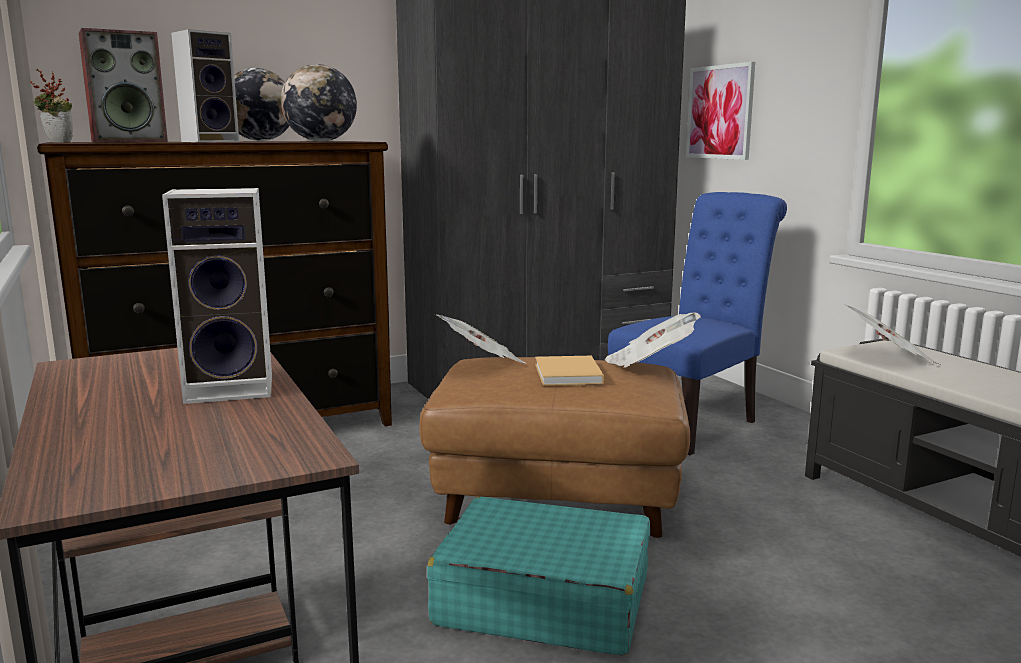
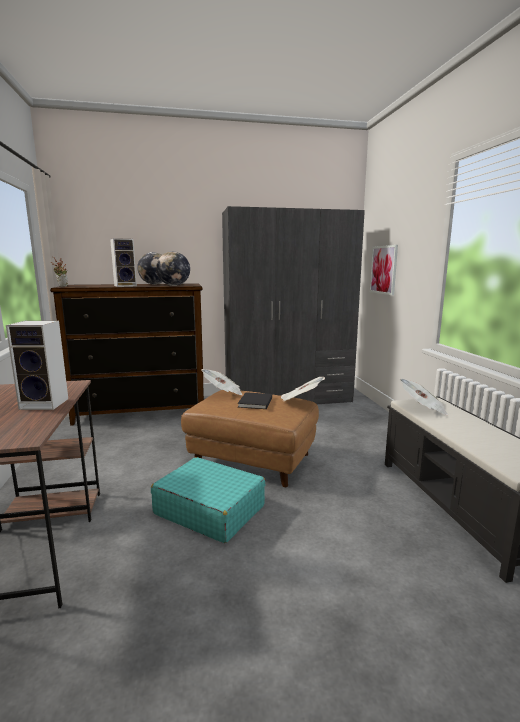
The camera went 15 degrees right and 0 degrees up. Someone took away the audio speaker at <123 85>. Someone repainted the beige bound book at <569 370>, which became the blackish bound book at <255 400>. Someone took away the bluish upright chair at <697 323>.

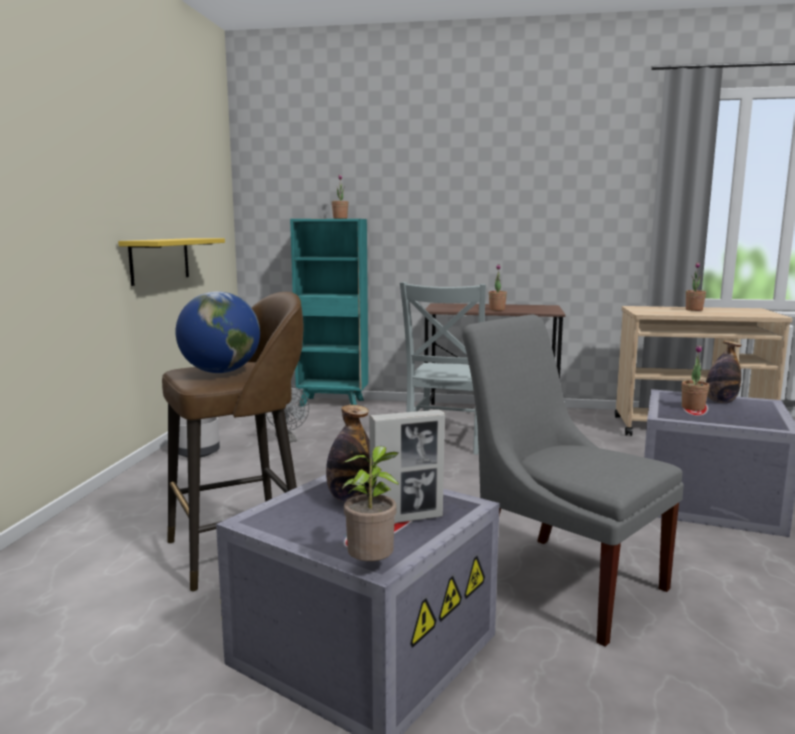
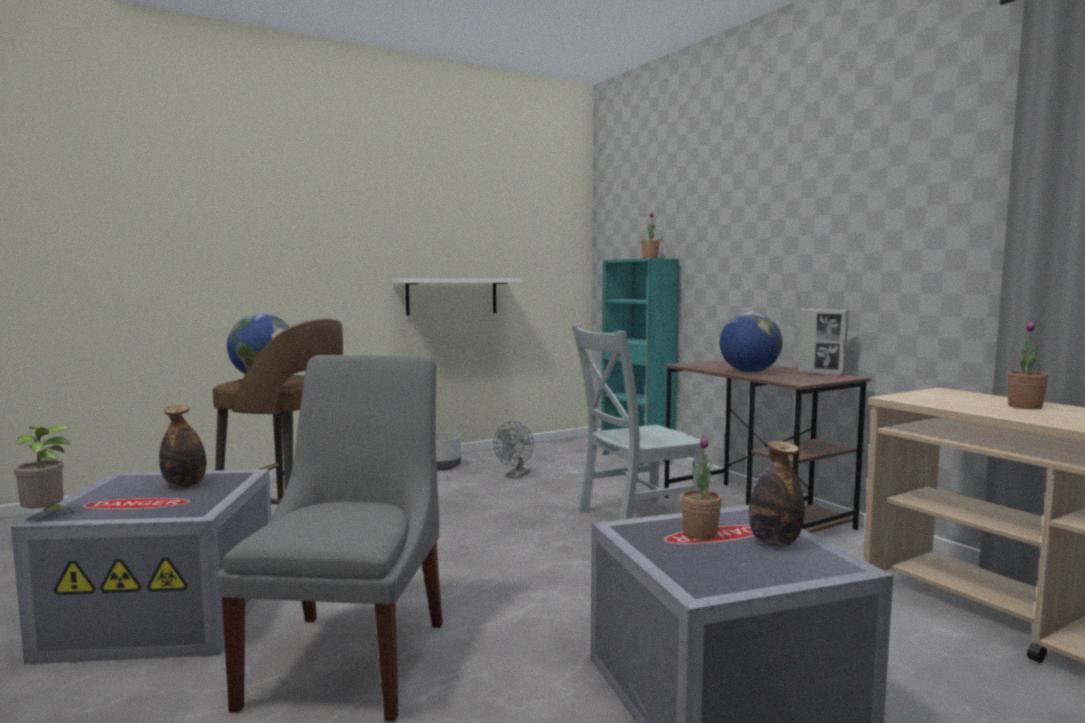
The camera went 50 degrees right and 5 degrees down. Someone repainted the yellow bracket shelf at <171 262>, which became the white bracket shelf at <457 297>. Someone carried the standing frame from <407 466> to <823 342>. Someone swapped the potted plant at <498 287> for the desk globe at <751 342>.

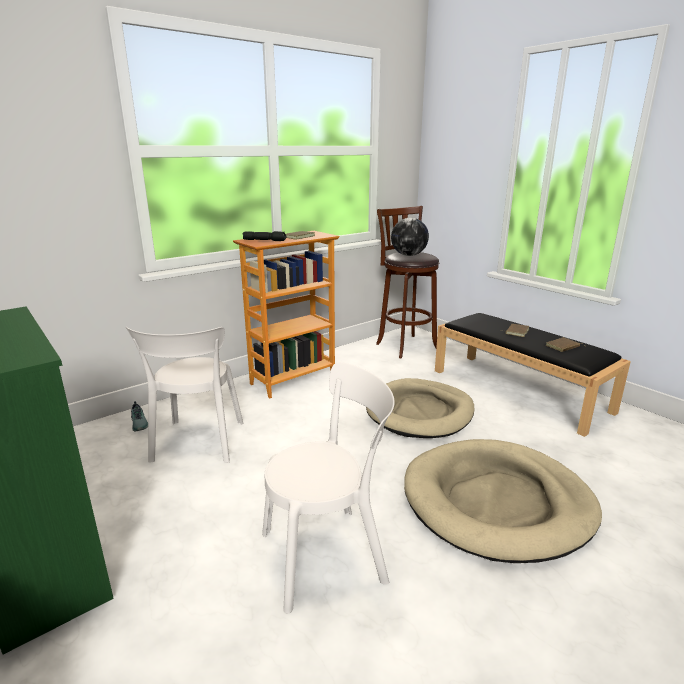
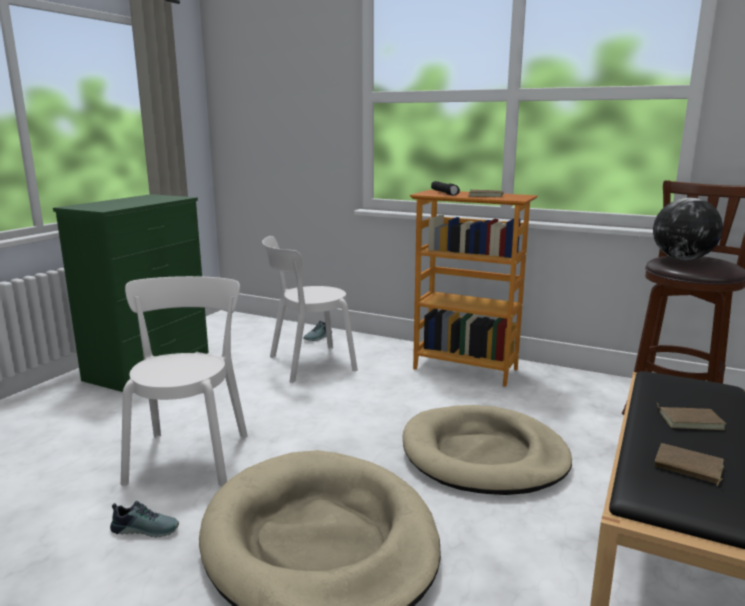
The camera went 65 degrees right and 5 degrees down. Someone rotated the white upright chair at <328 488> by 135 degrees counterclockwise. Someone put down the shoe at <144 519>.

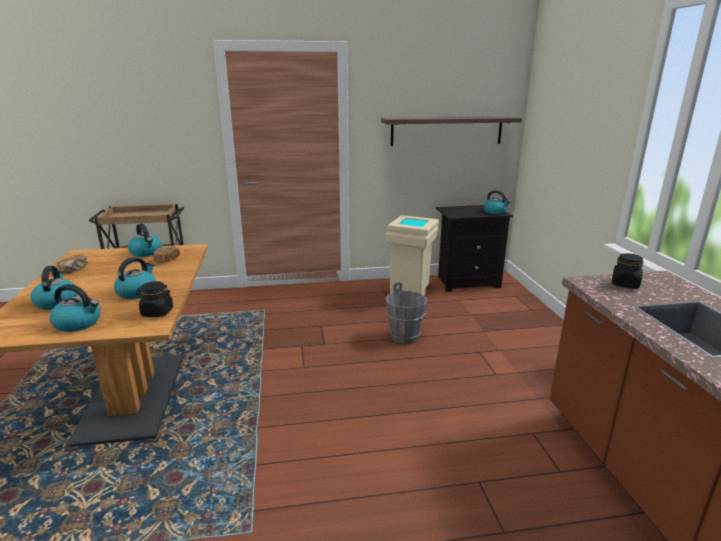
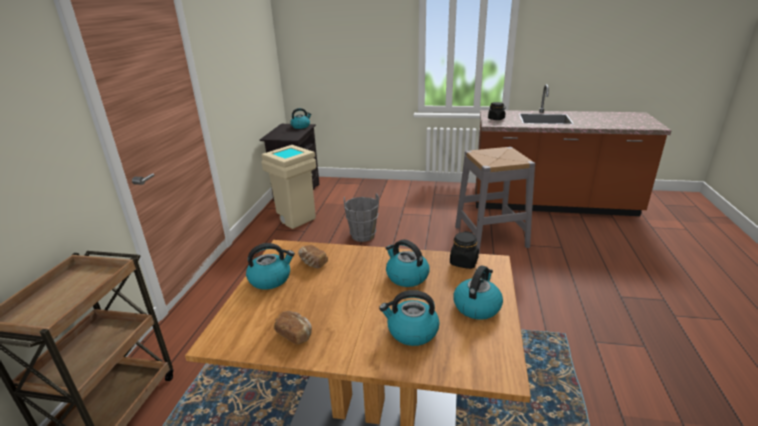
The camera went 70 degrees left and 5 degrees up. Someone took away the bracket shelf at <451 131>. Someone put down the gray stool at <495 199>.

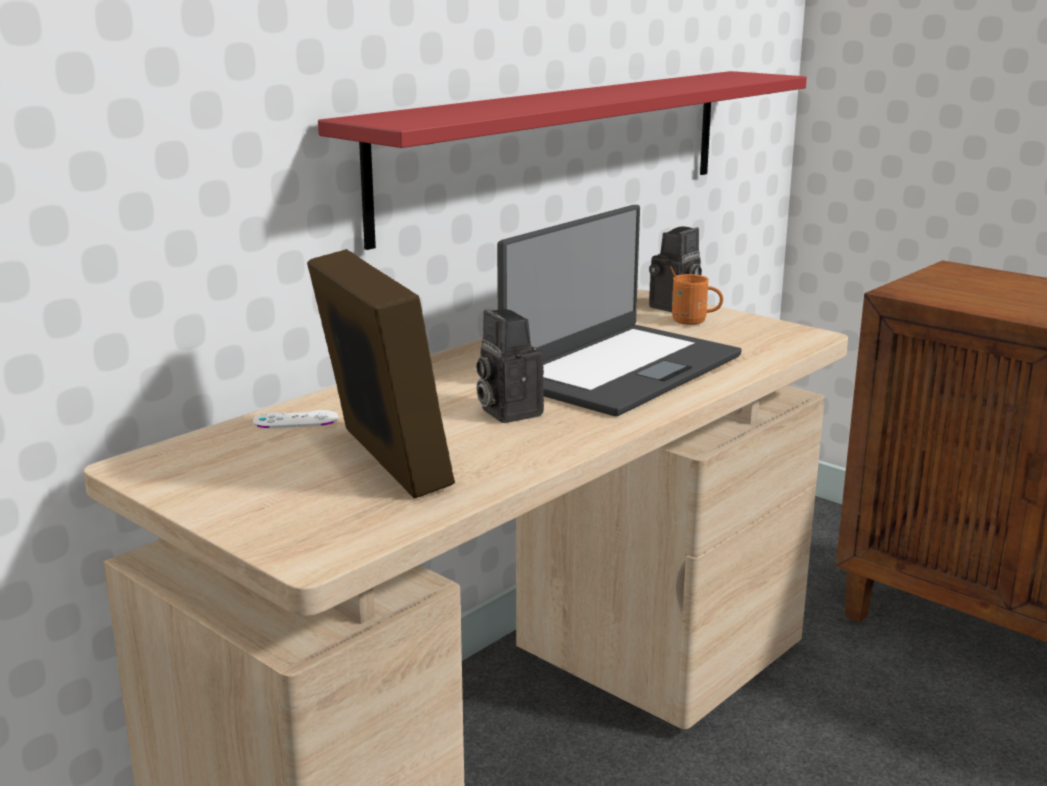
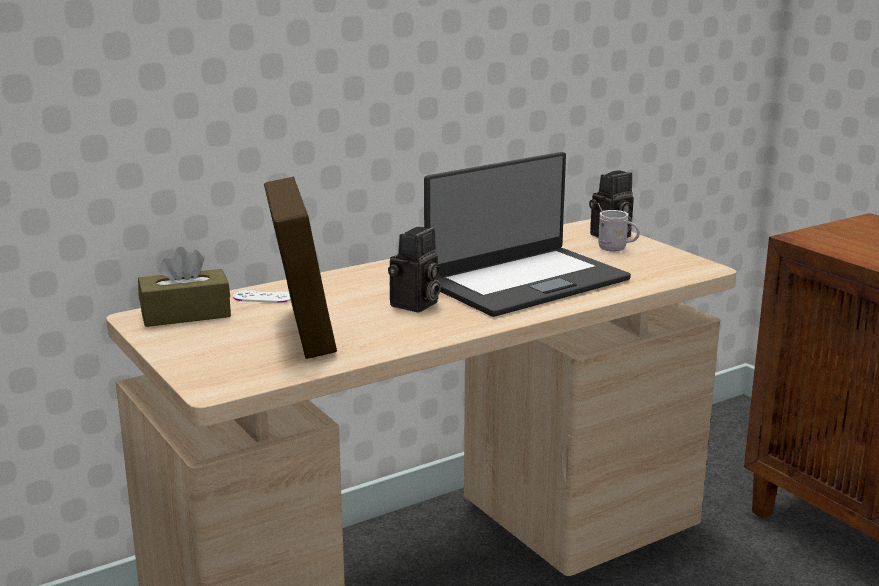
The camera went 15 degrees right and 0 degrees up. Someone took away the red bracket shelf at <562 160>. Someone rotated the photo camera at <510 366> by 135 degrees counterclockwise. Someone repainted the orange-coloured mug at <696 295>, which became the white mug at <619 227>. Someone put down the brown-coloured tissue box at <184 287>.

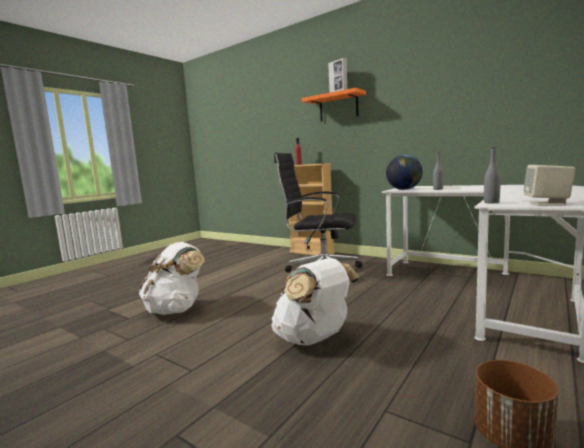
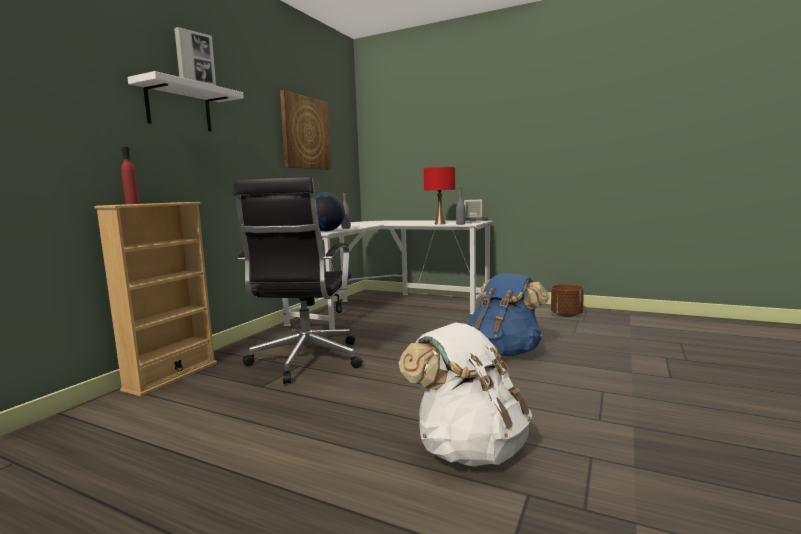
The camera went 100 degrees left and 0 degrees up. Someone repainted the white knapsack at <315 302>, which became the bluish knapsack at <508 314>. Someone repainted the orange-coloured bracket shelf at <334 105>, which became the white bracket shelf at <185 101>. Someone put up the wall picture at <305 130>. Someone put down the red tabletop lamp at <439 195>.

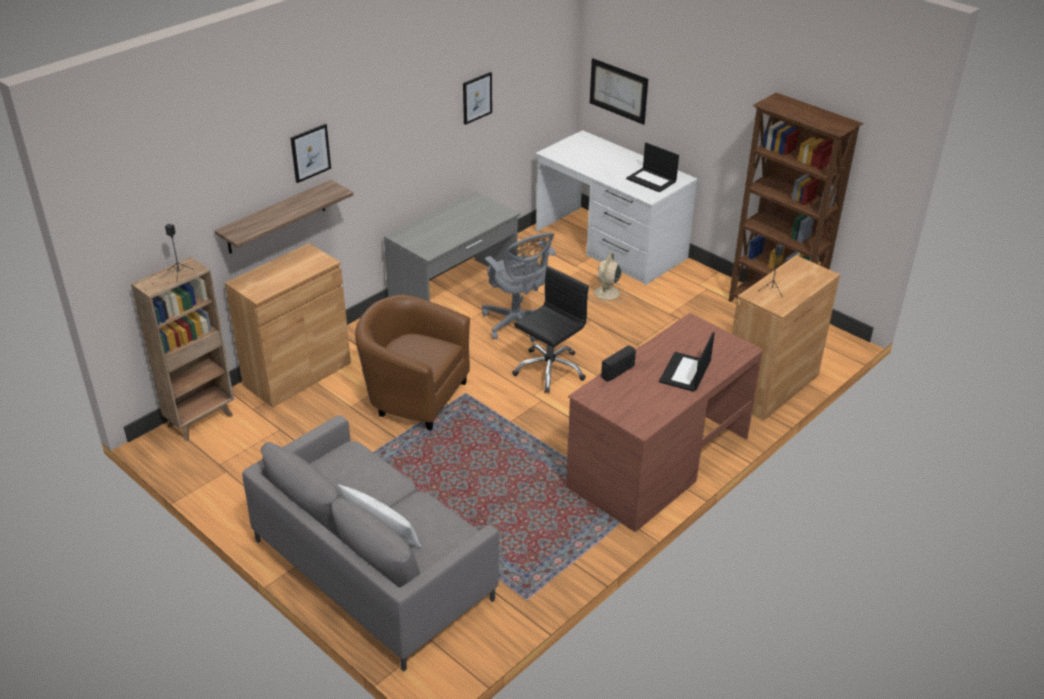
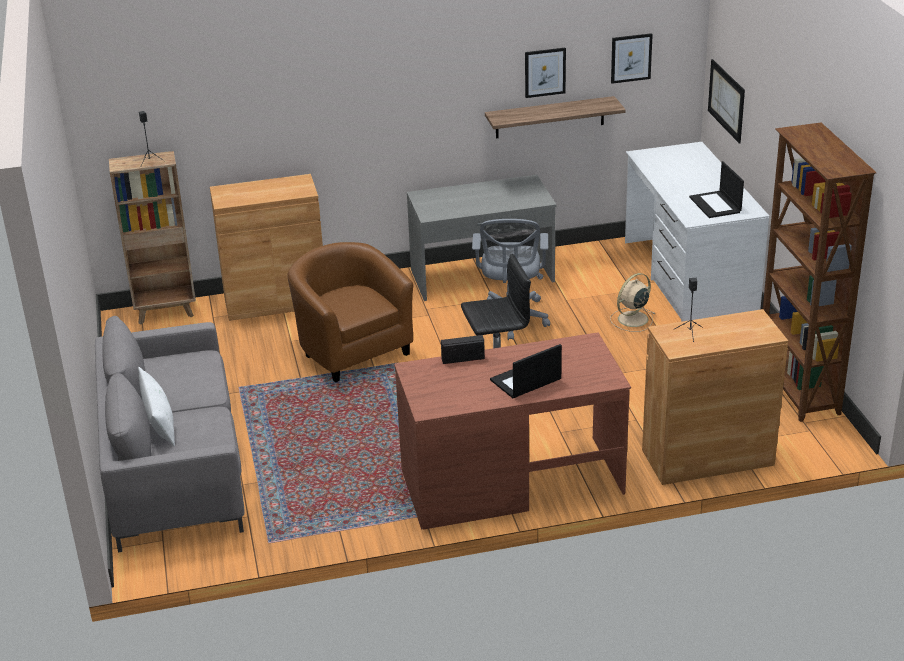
The camera went 35 degrees right and 5 degrees down. Someone carried the bracket shelf from <284 217> to <555 117>. Someone carried the wall picture from <310 153> to <632 58>.

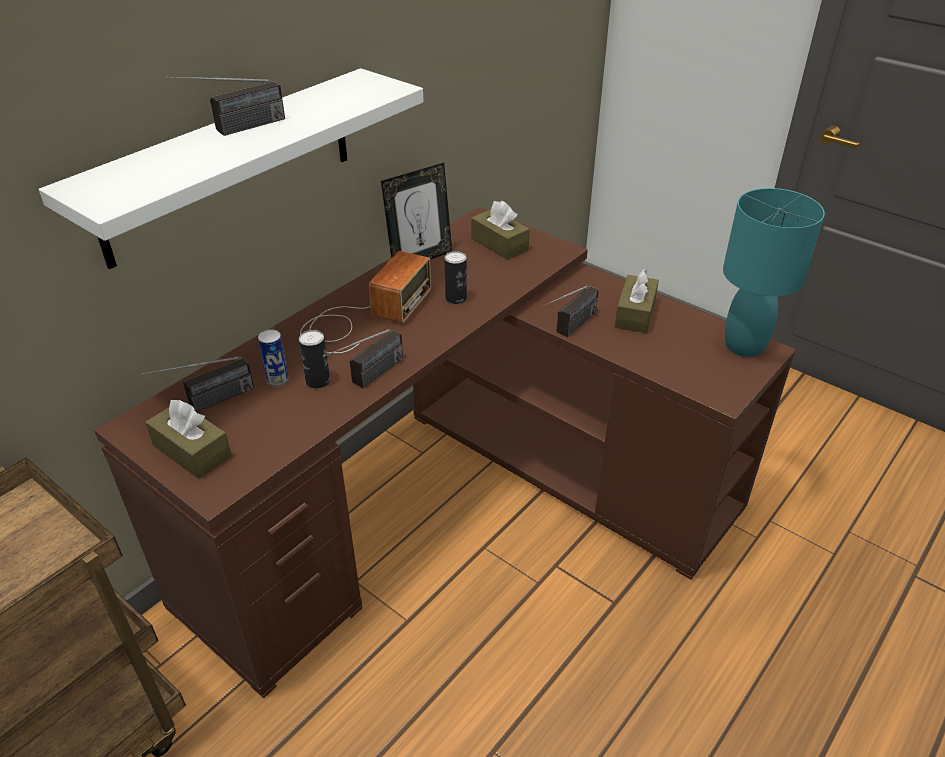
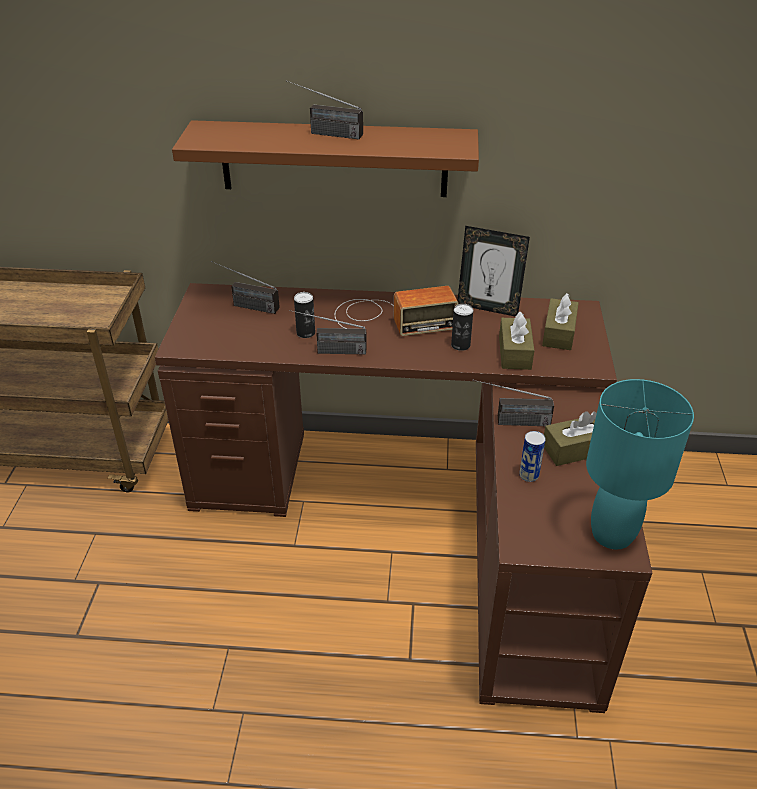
The camera went 55 degrees right and 0 degrees up. Someone repainted the white bracket shelf at <231 168>, which became the brown-coloured bracket shelf at <325 158>. Someone carried the brown-coloured tissue box from <188 439> to <517 341>. Someone carried the sealed can from <273 358> to <532 456>.

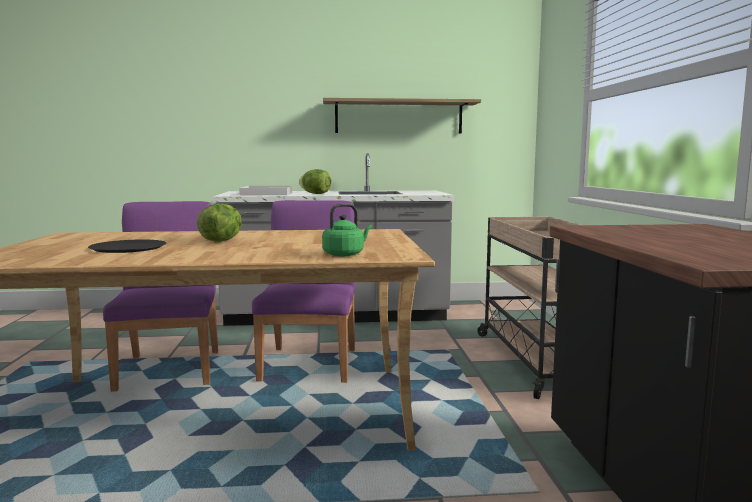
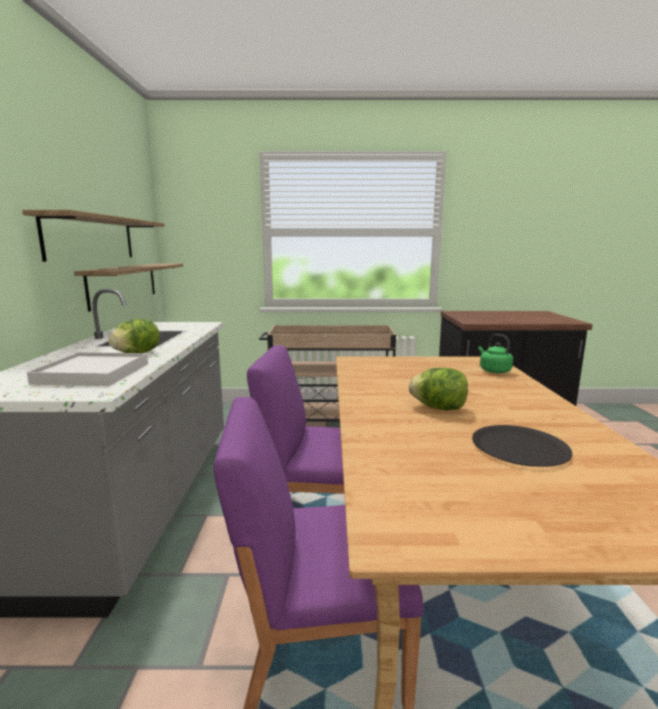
The camera went 85 degrees left and 5 degrees up. Someone put up the bracket shelf at <128 287>.

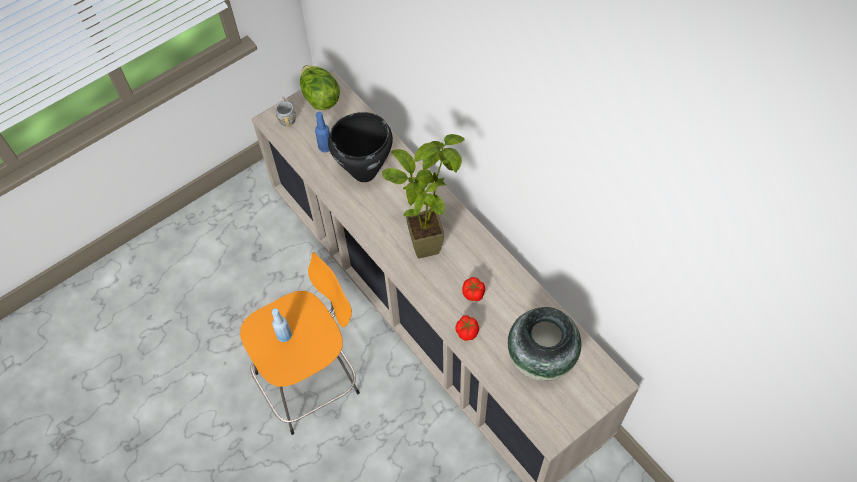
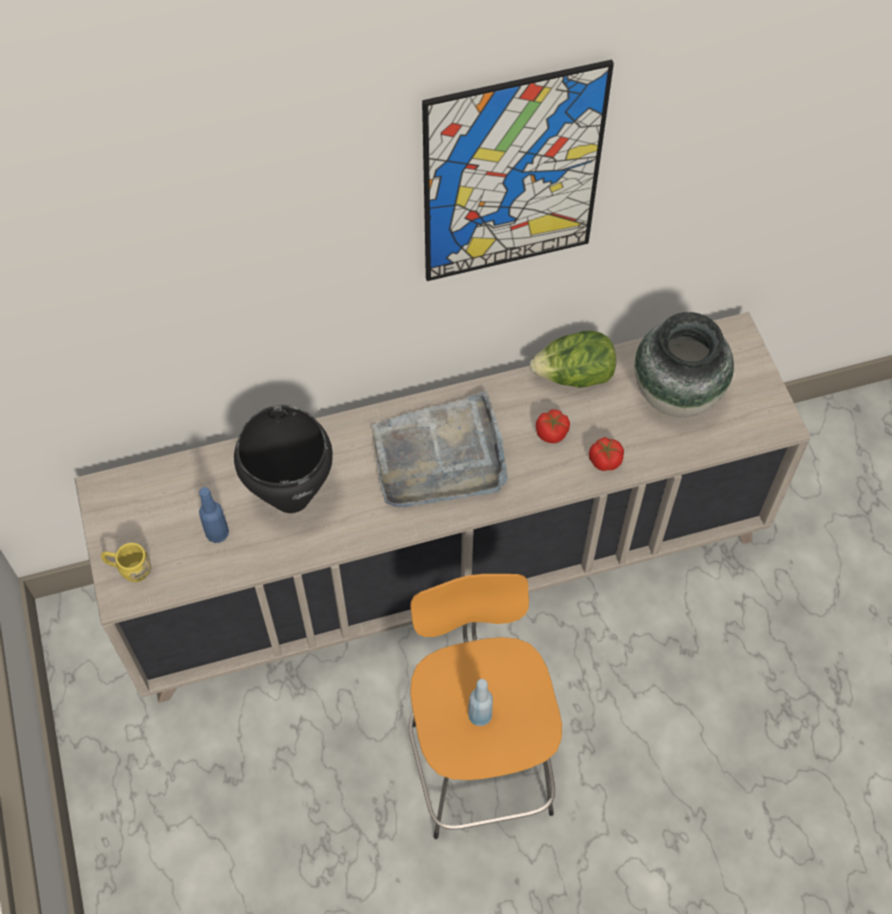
The camera went 70 degrees left and 0 degrees up. Someone repainted the gray mug at <286 112>, which became the yellow mug at <126 562>. Someone carried the lettuce head from <320 87> to <573 359>. Someone swapped the potted plant at <423 196> for the gray tray at <439 448>. Someone put up the wall picture at <518 170>.

